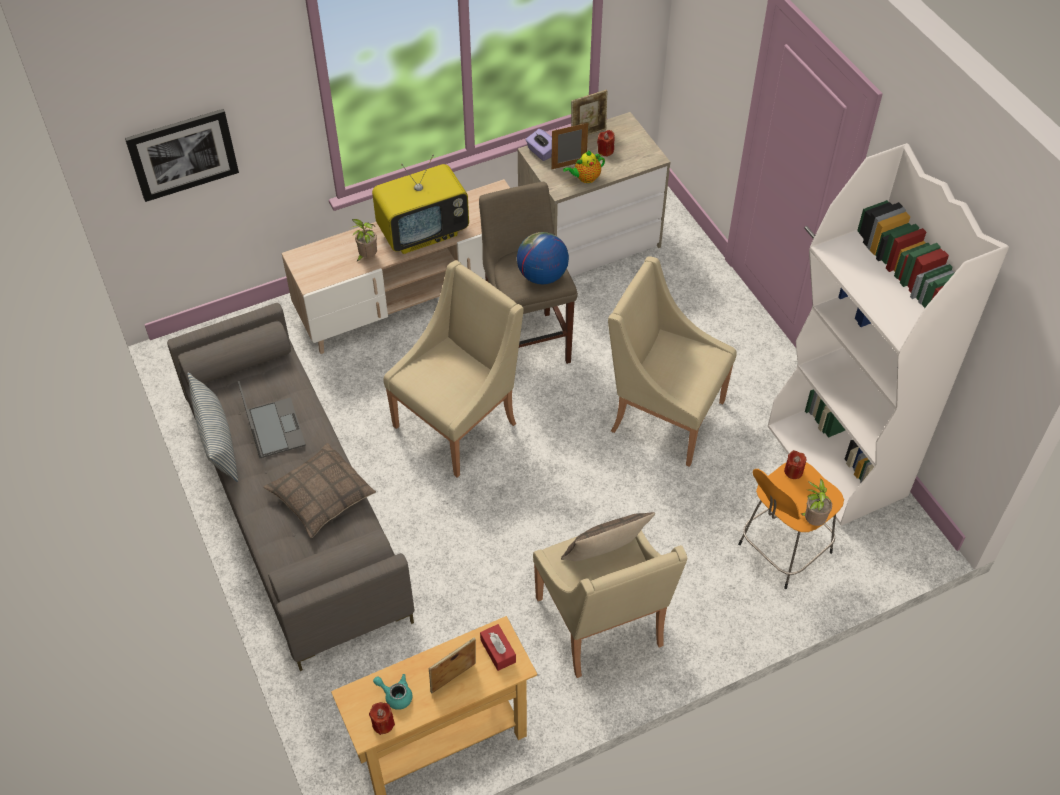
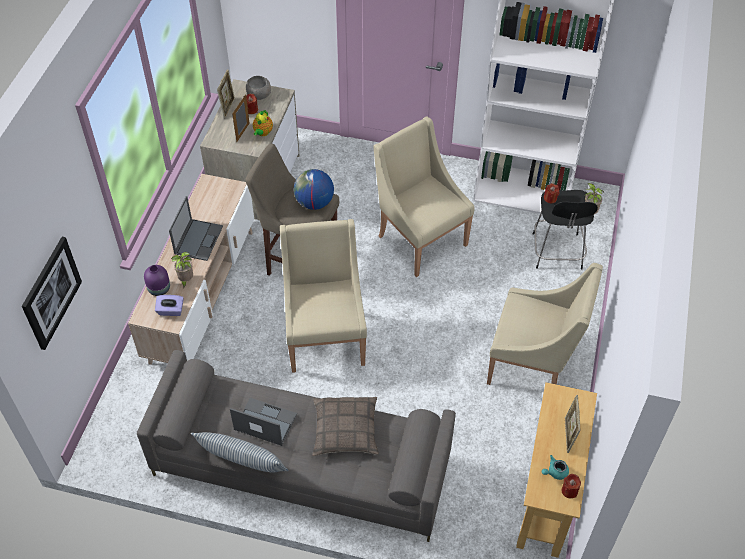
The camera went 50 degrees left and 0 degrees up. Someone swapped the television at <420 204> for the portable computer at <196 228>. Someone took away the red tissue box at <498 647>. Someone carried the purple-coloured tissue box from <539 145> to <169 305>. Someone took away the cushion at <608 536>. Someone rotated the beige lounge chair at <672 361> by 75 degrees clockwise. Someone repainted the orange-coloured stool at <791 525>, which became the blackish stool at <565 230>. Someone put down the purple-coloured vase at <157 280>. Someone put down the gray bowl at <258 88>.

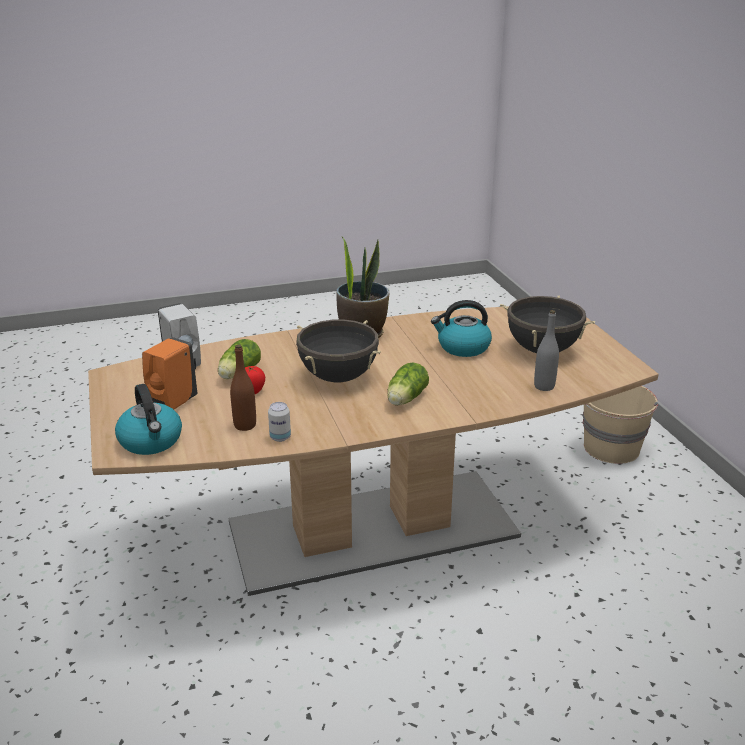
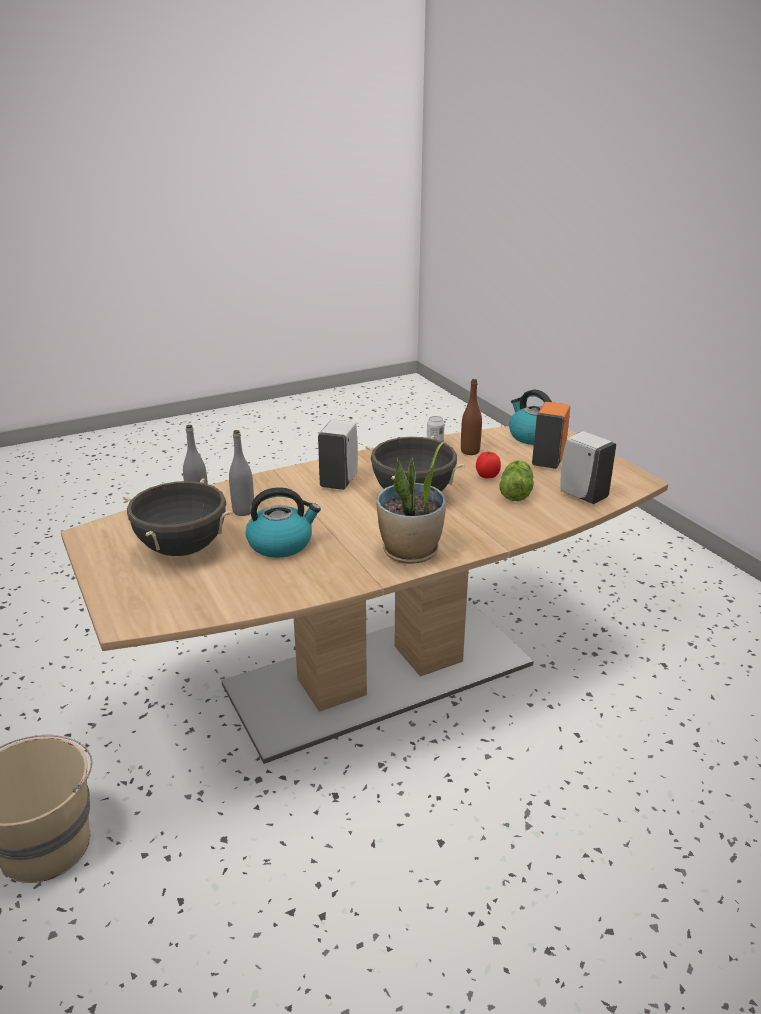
The camera went 170 degrees right and 0 degrees up. Someone swapped the lettuce head at <408 383> for the white liquid soap bottle at <338 455>. Someone put down the gray drink bottle at <241 473>.

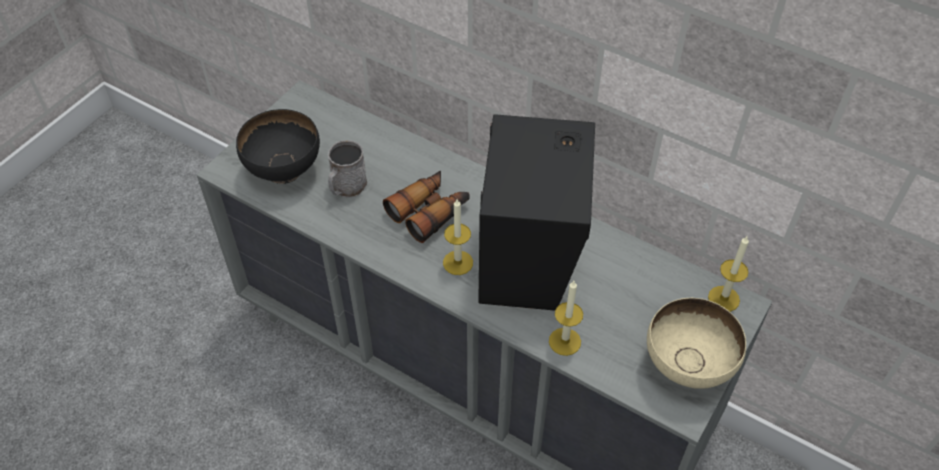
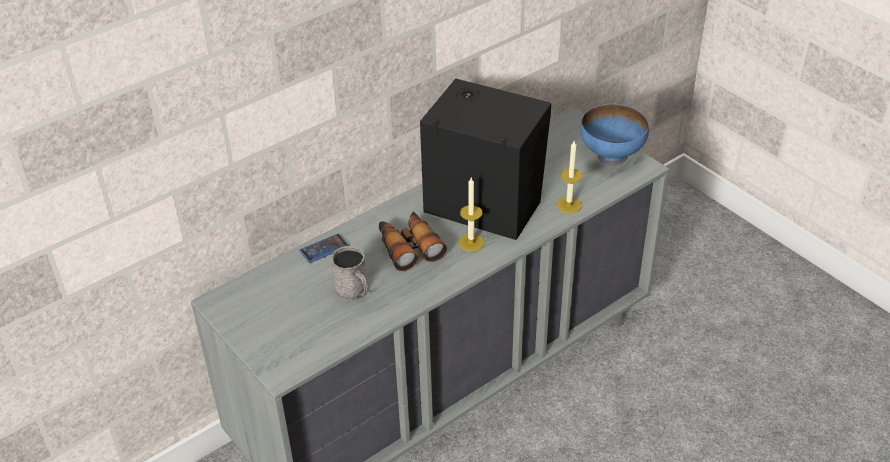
The camera went 70 degrees left and 10 degrees down. Someone took away the blackish bowl at <278 146>. Someone repainted the beige bowl at <696 343>, which became the bluish bowl at <614 135>. Someone took away the wax light at <728 274>. Someone put down the handset at <324 248>.

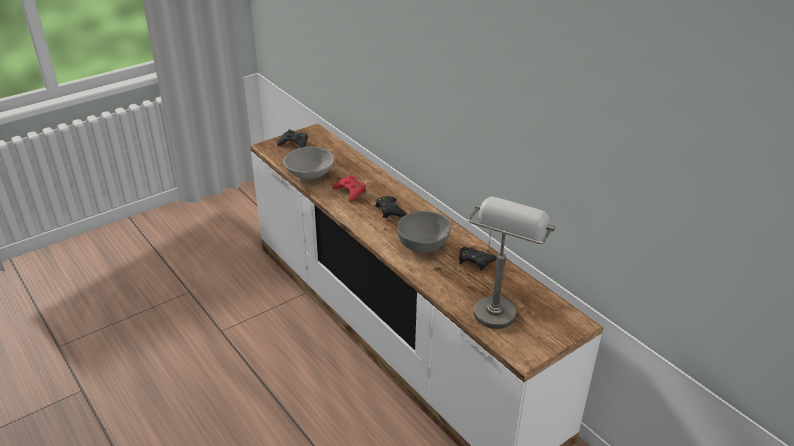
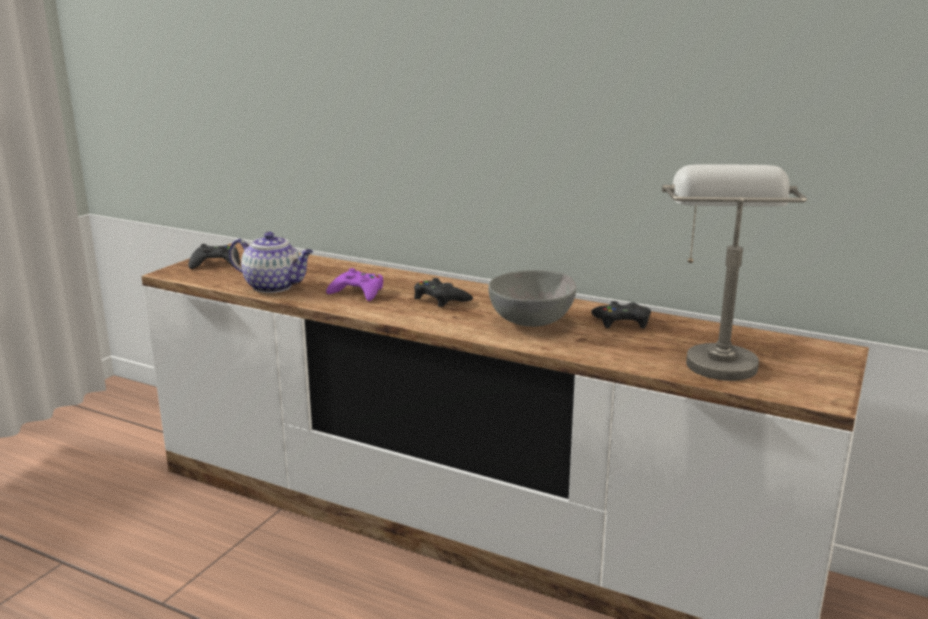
The camera went 25 degrees left and 15 degrees down. Someone swapped the gray bowl at <309 163> for the tea pot at <271 262>. Someone repainted the red game controller at <349 188>, which became the purple-coloured game controller at <354 284>.

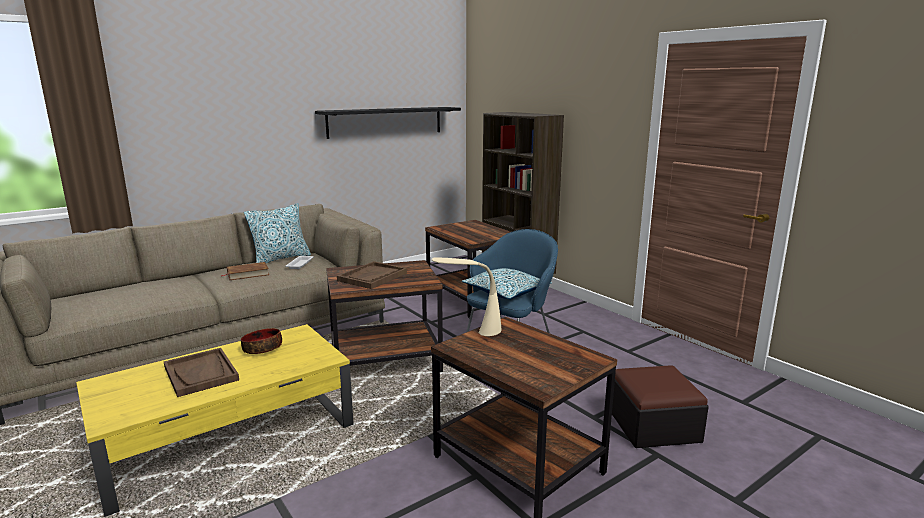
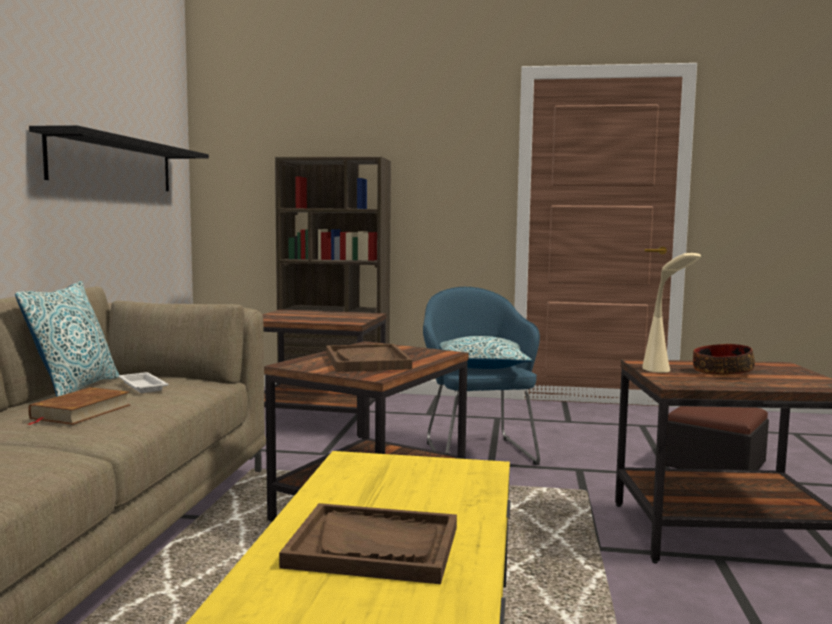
The camera went 45 degrees left and 10 degrees down. Someone carried the bowl from <261 341> to <724 360>.

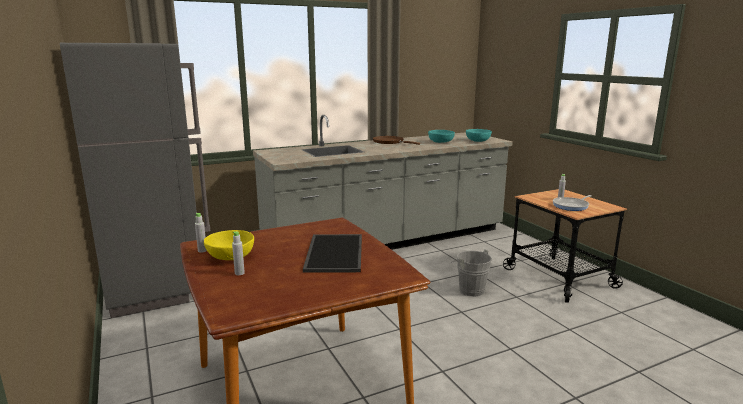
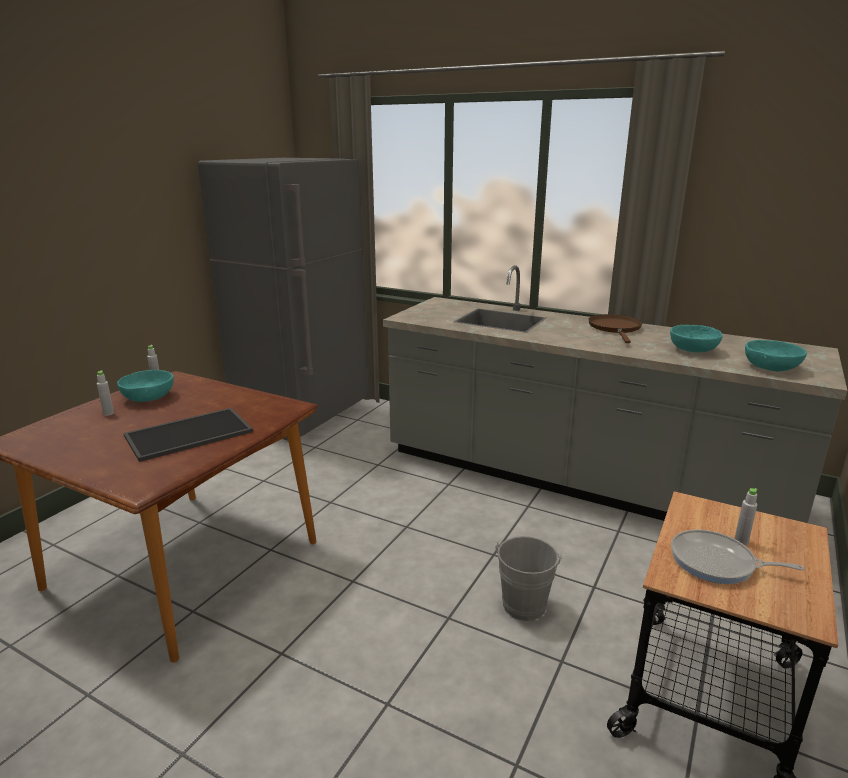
The camera went 55 degrees right and 5 degrees up. Someone repainted the yellow bowl at <229 245>, which became the blue-green bowl at <145 386>.

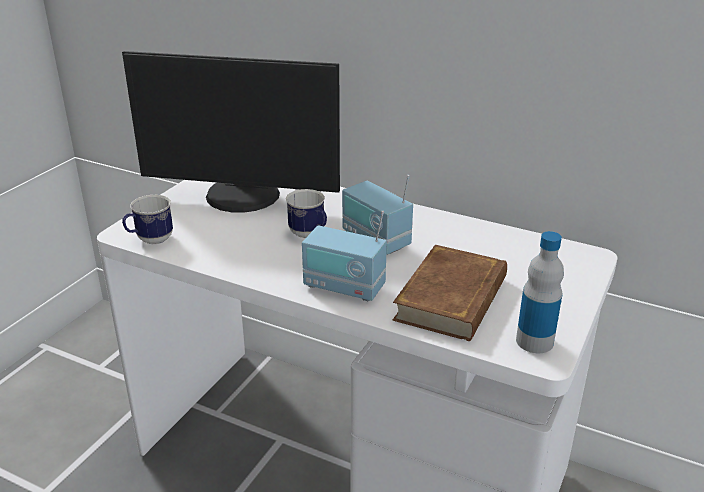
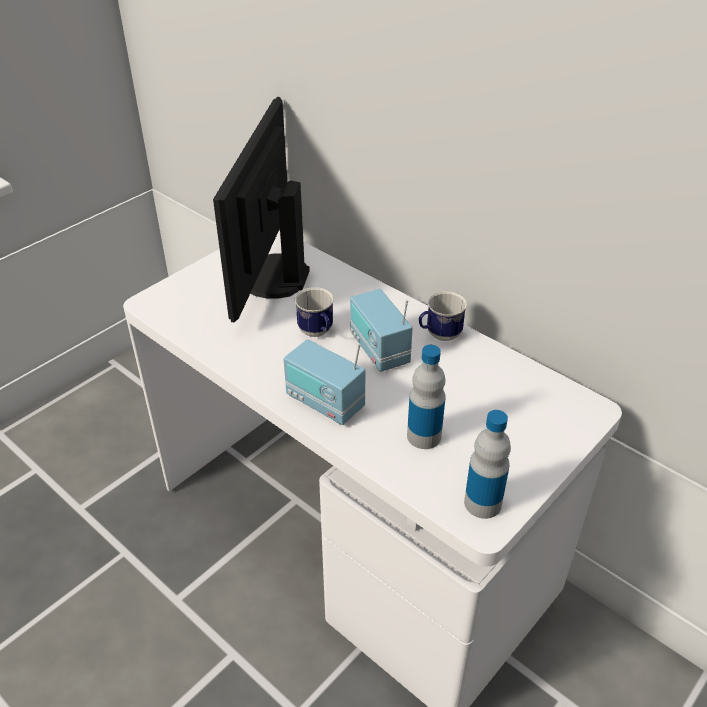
The camera went 15 degrees right and 10 degrees up. Someone rotated the monitor at <231 132> by 75 degrees clockwise. Someone carried the mug from <147 219> to <443 316>. Someone swapped the brown-coloured bound book at <450 293> for the drink bottle at <426 397>.

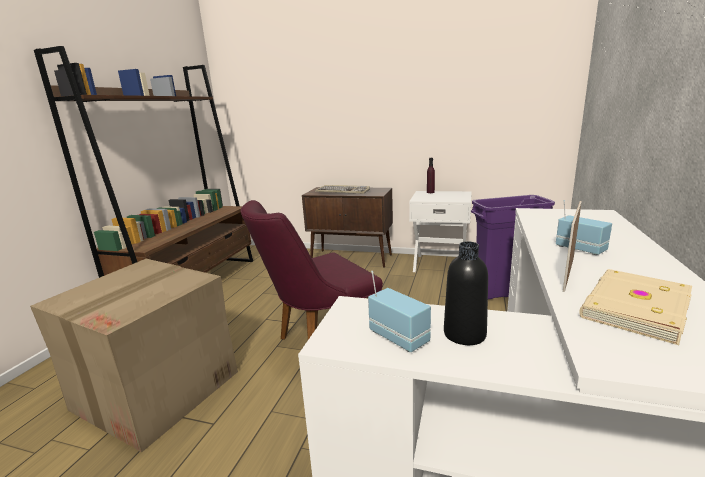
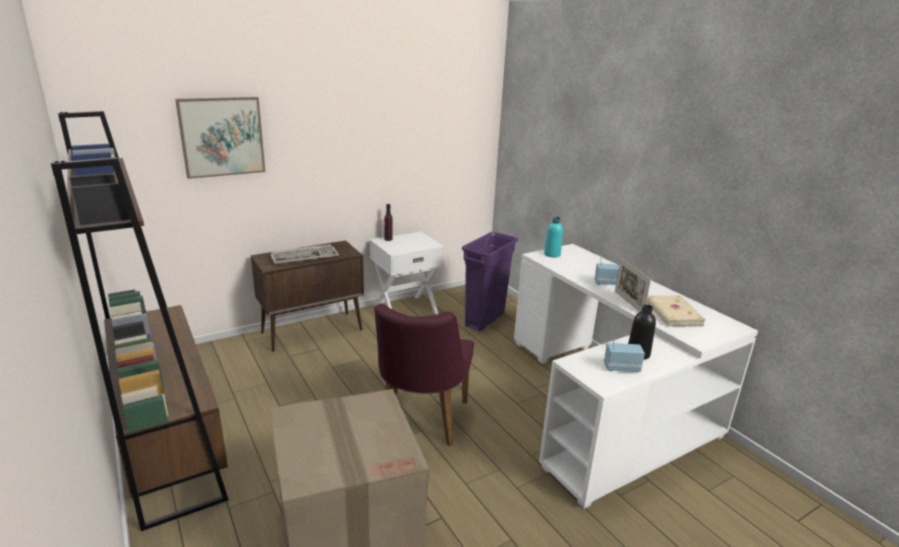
The camera went 50 degrees left and 5 degrees up. Someone put up the wall picture at <220 138>. Someone put down the blue-green drink bottle at <553 237>.

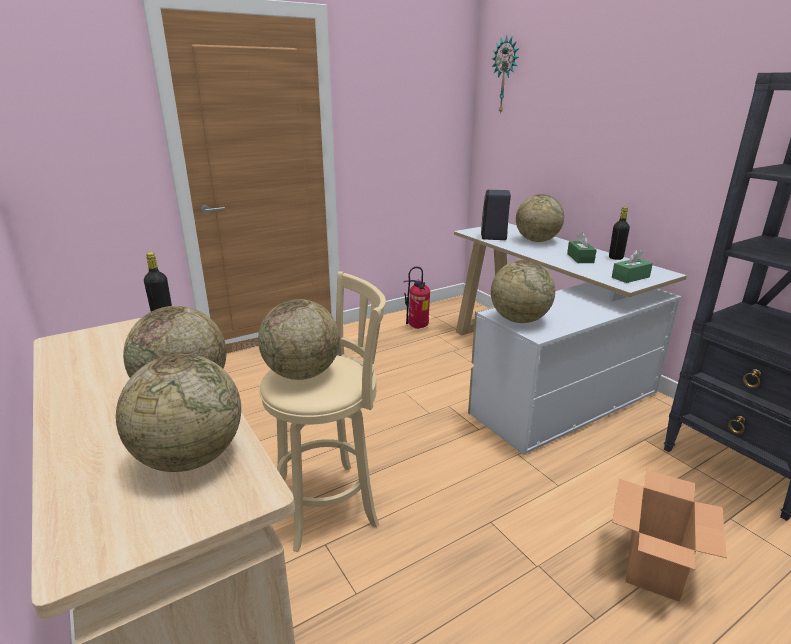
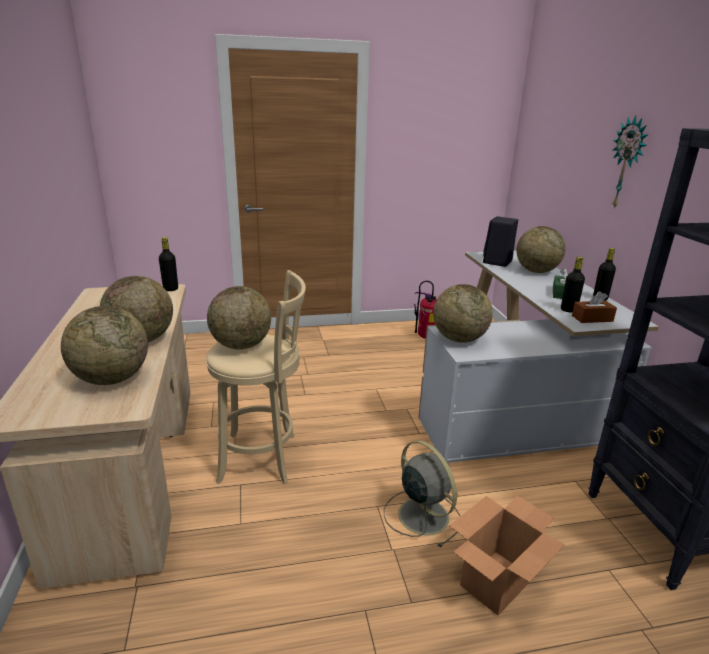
The camera went 20 degrees right and 0 degrees up. Someone carried the hanging clock from <505 75> to <630 162>. Someone repainted the green-coloured tissue box at <632 266>, which became the brown-coloured tissue box at <594 307>. Someone put down the gray cooling fan at <422 493>. Someone put down the blackish drink bottle at <573 285>.

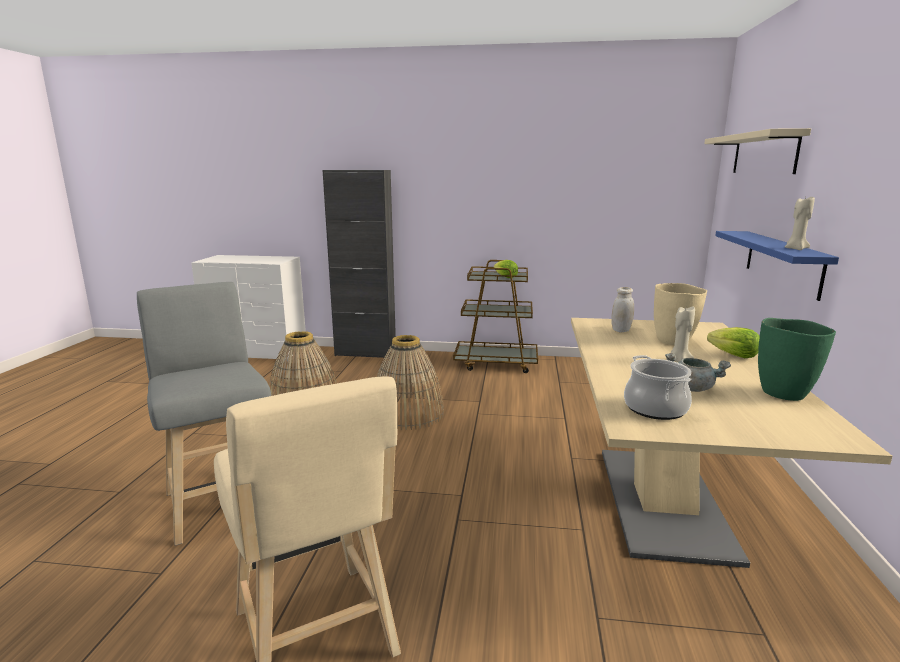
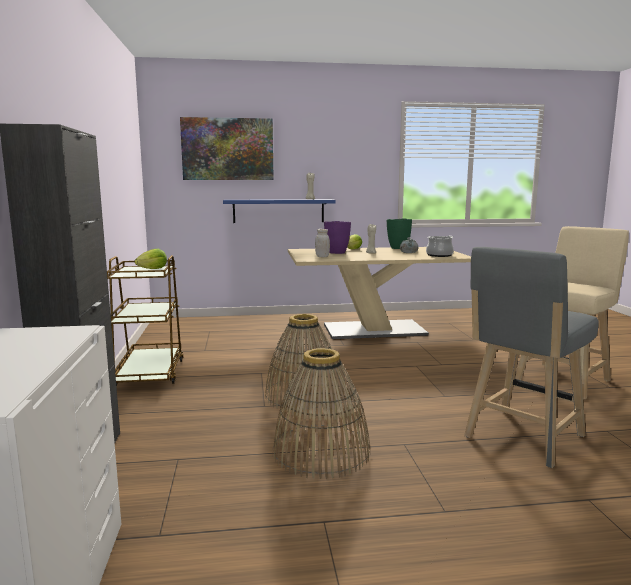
The camera went 105 degrees left and 5 degrees down. Someone repainted the beige vase at <680 314>, which became the purple-coloured vase at <337 237>. Someone swapped the beige bracket shelf at <757 151> for the wall picture at <227 148>.

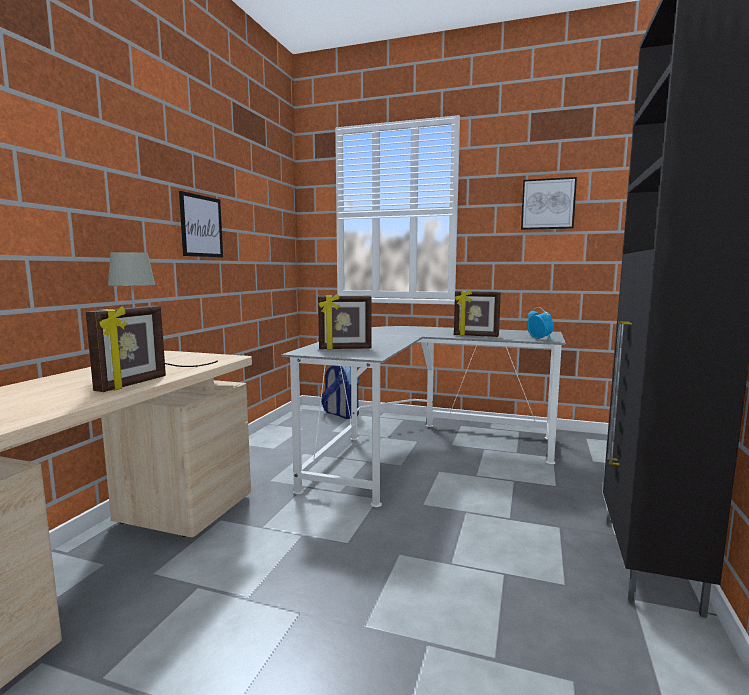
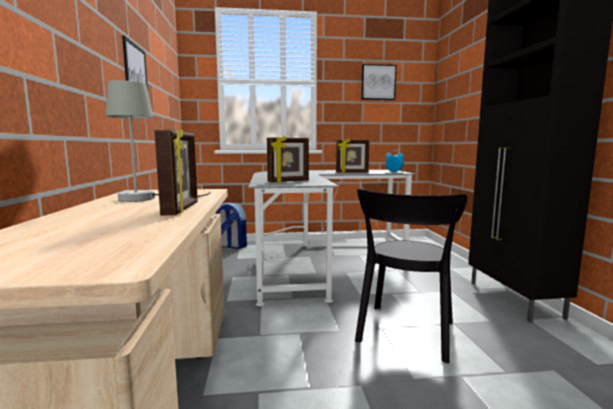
The camera went 25 degrees left and 0 degrees up. Someone put down the blackish upright chair at <411 276>.

